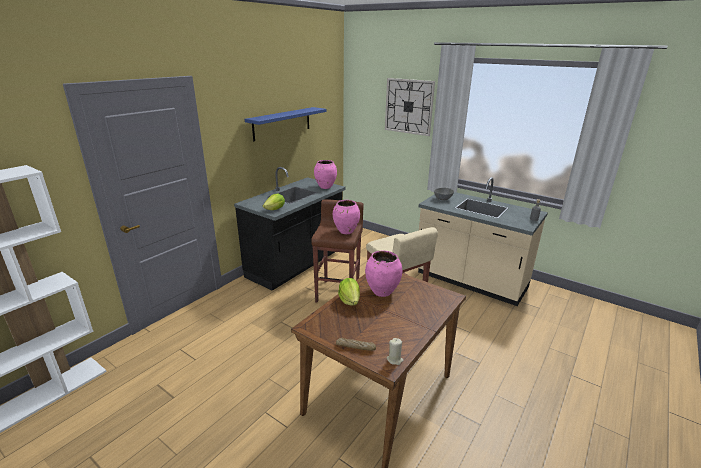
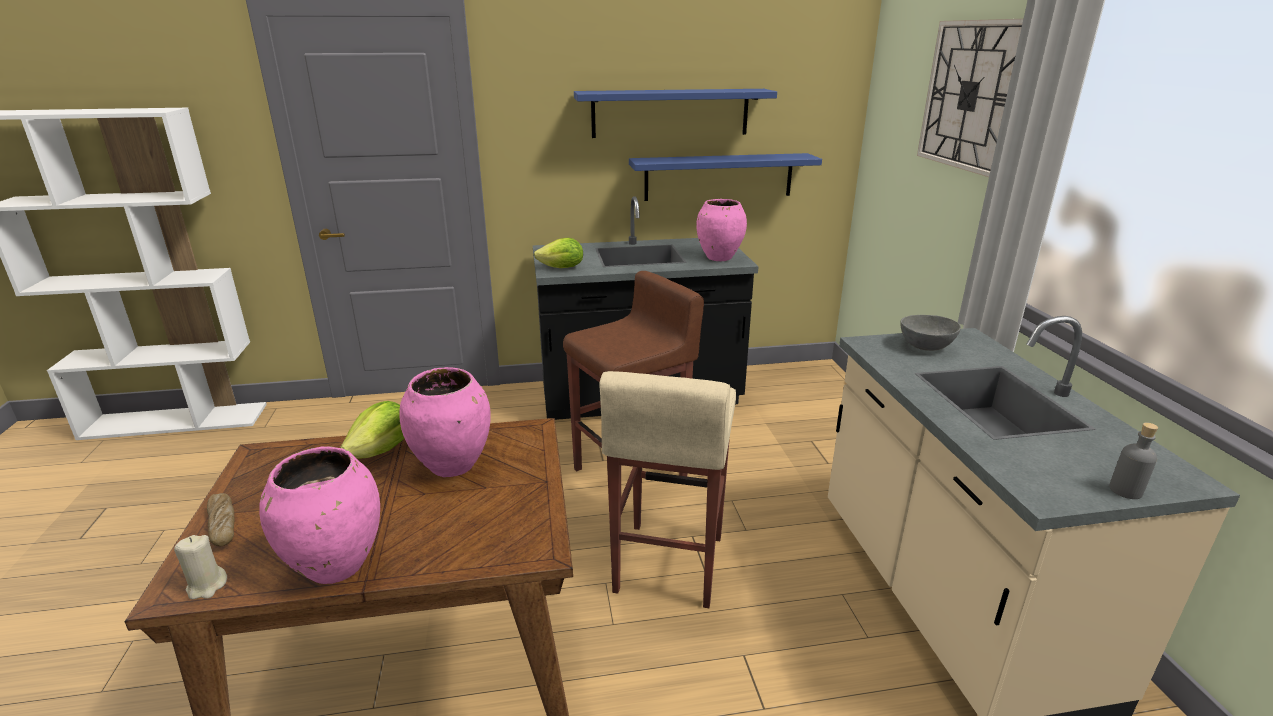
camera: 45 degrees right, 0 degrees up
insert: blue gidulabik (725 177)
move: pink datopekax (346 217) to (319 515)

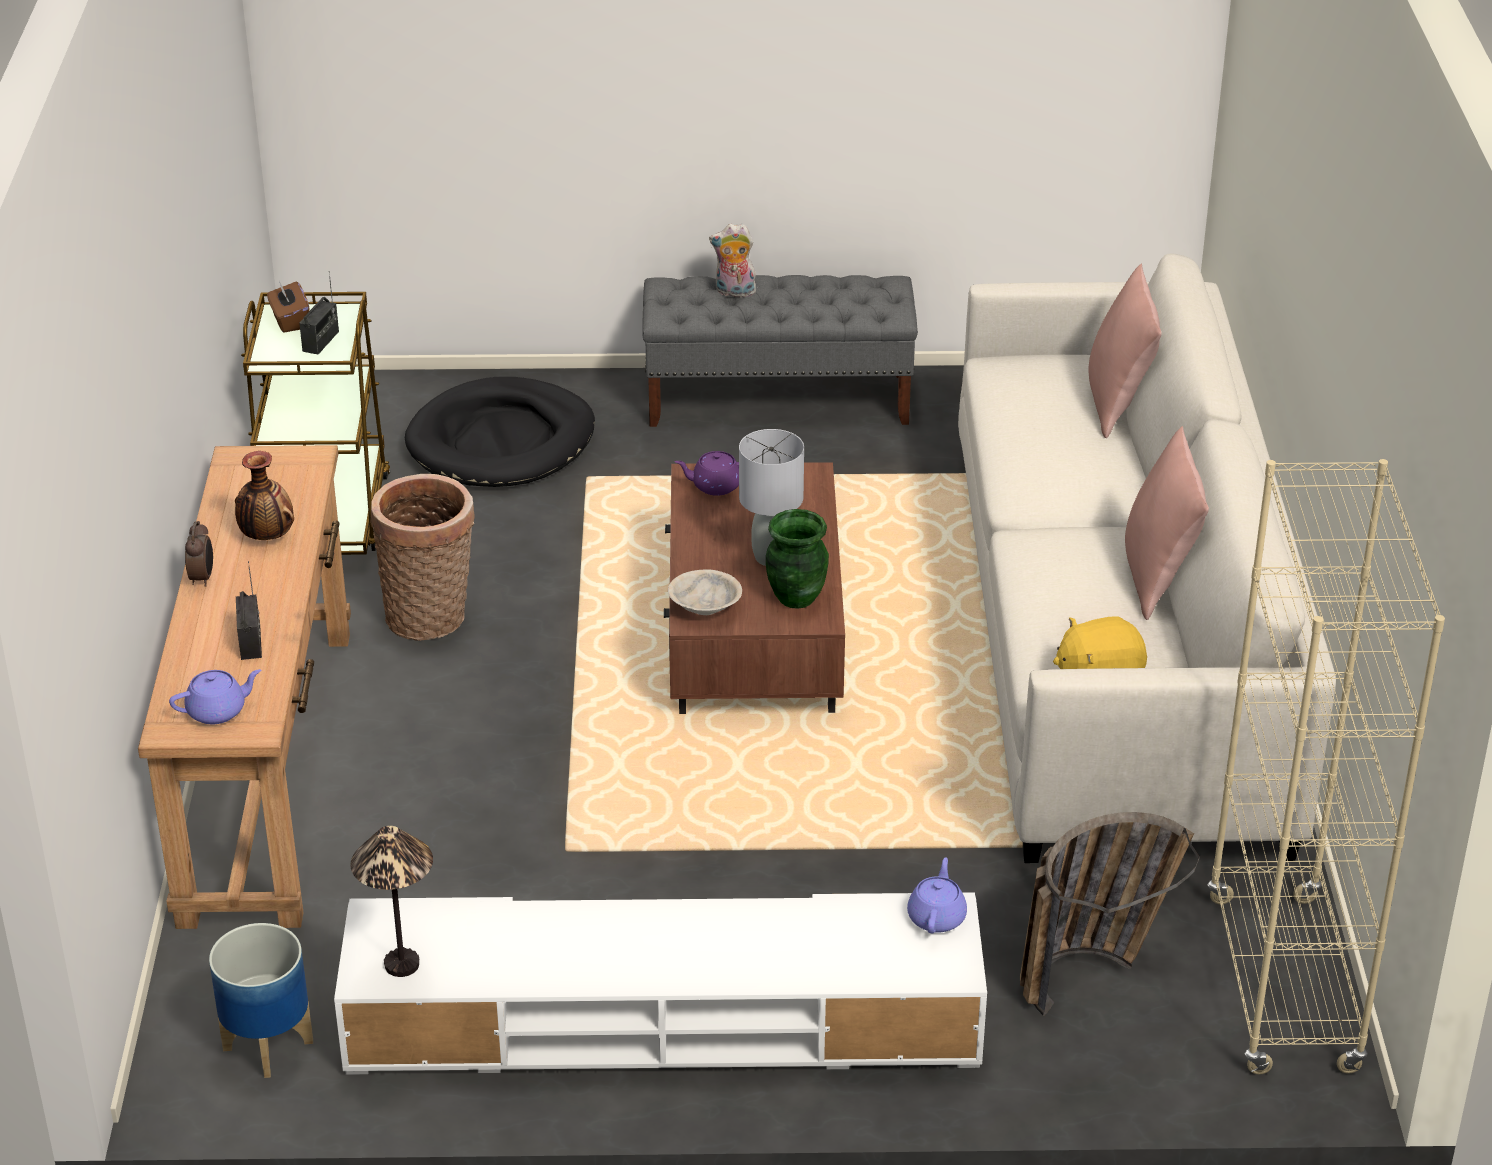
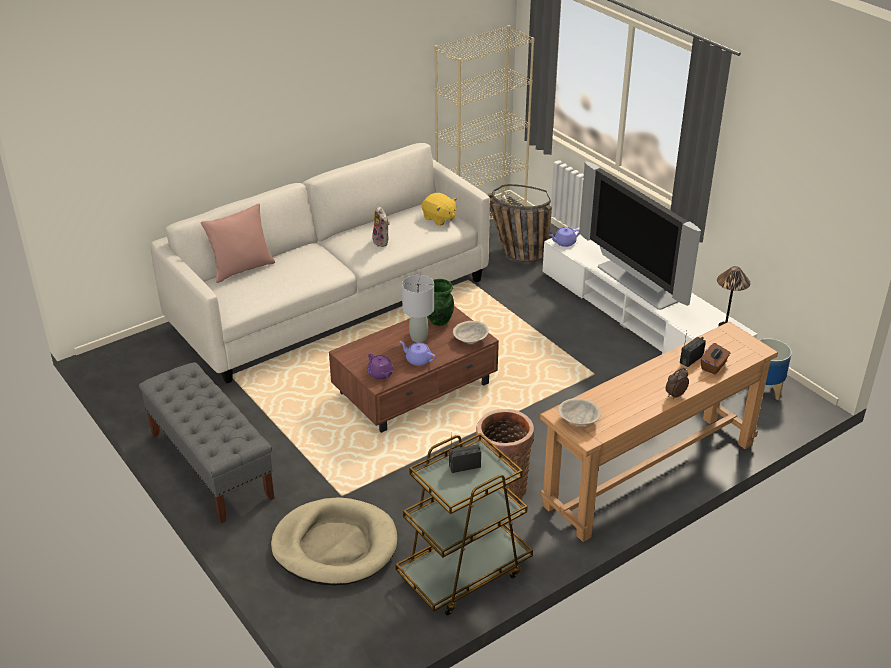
camera: 125 degrees left, 0 degrees up
delete: datopekax (264 495); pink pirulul (1167 523)
insert: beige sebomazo (579 412); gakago (640 235)
move: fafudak (733 260) to (381 226); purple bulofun (215 696) to (418 353); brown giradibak (288 306) to (715 358)
recolor: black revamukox (500 432) to beige revamukox (334 541)

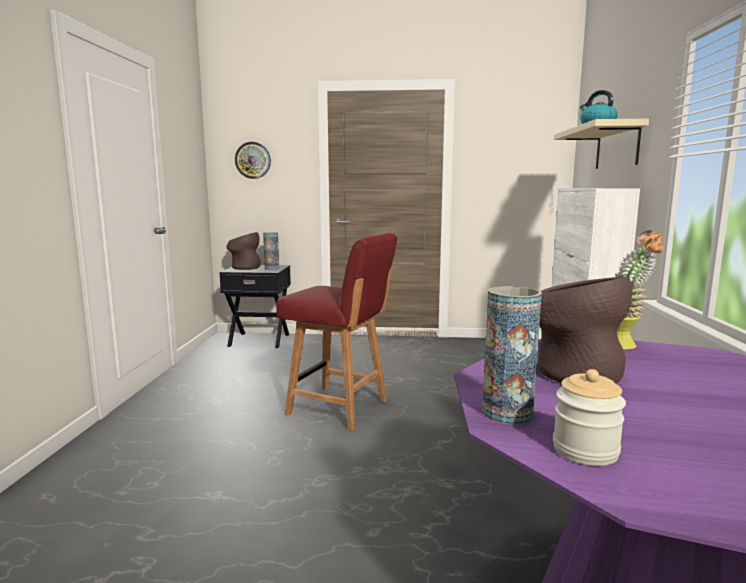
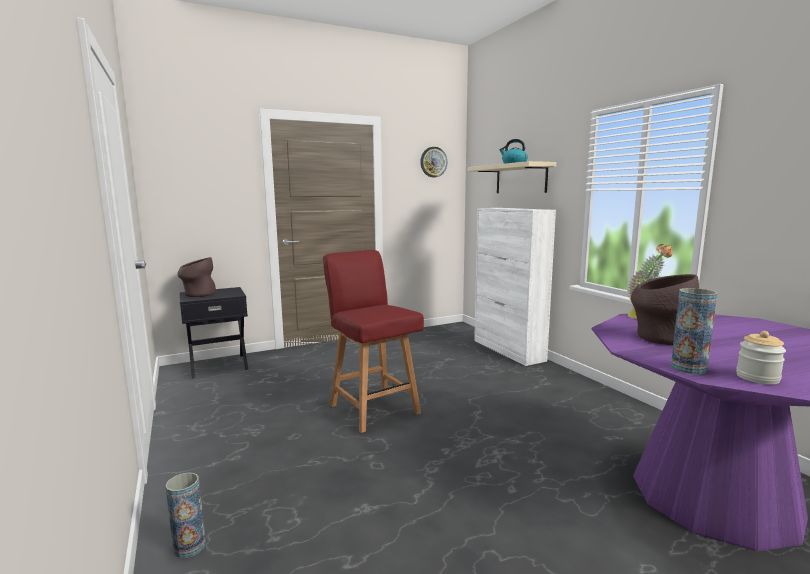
camera: 30 degrees left, 0 degrees up
move: datopekax (271 251) to (186 515); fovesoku (253 160) to (433 162)
rotate: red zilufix (336 332) = (373 341) 120 degrees counterclockwise

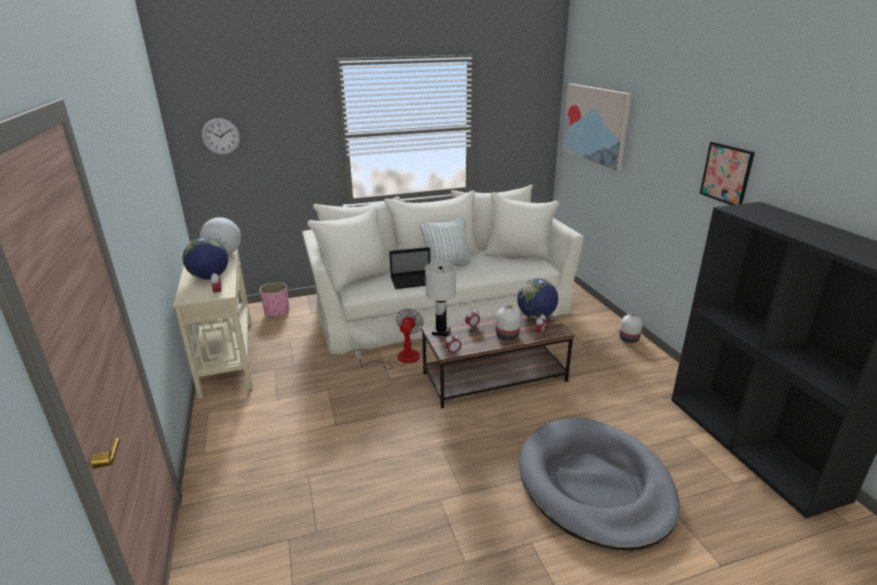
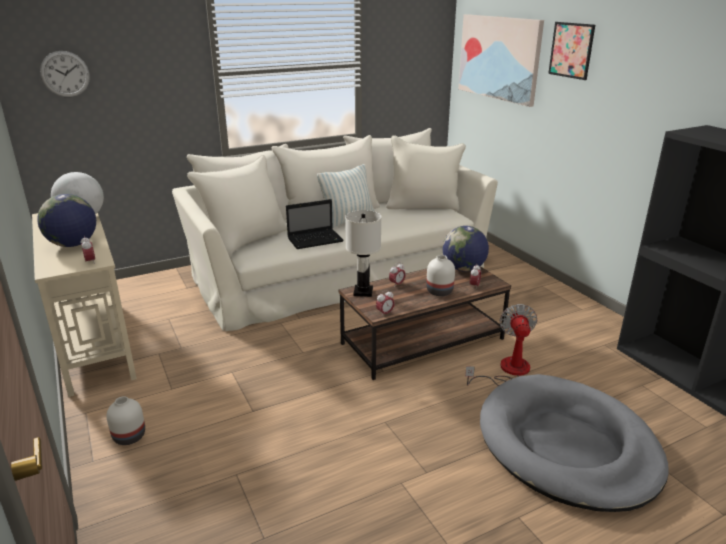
camera: 10 degrees left, 0 degrees up
delete: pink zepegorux (274 300)
move: white datopekax (631 328) to (125 420); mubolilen (389 338) to (501 345); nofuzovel (727 173) to (571 51)

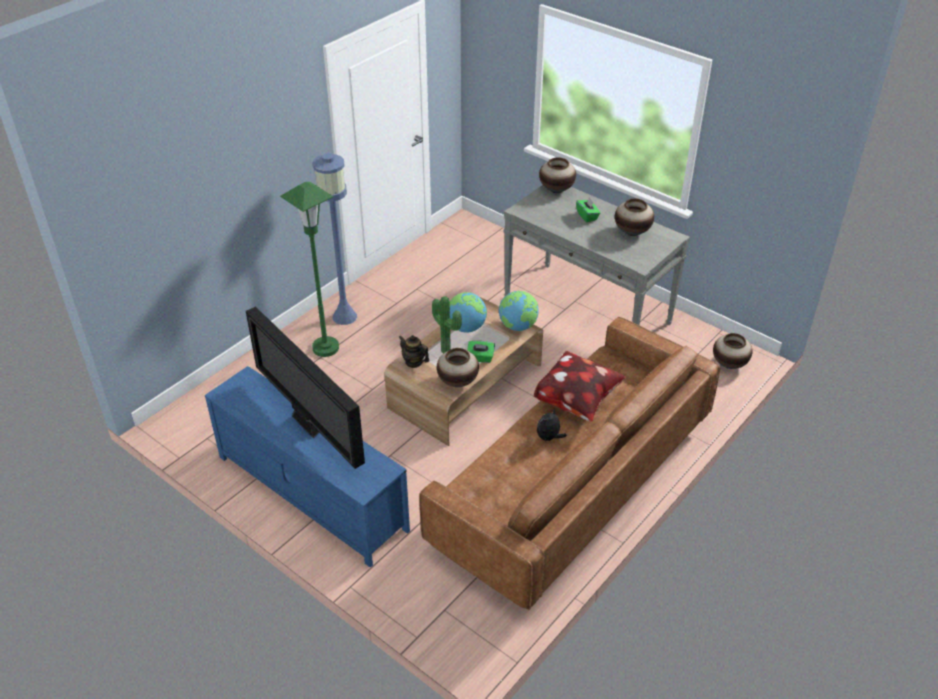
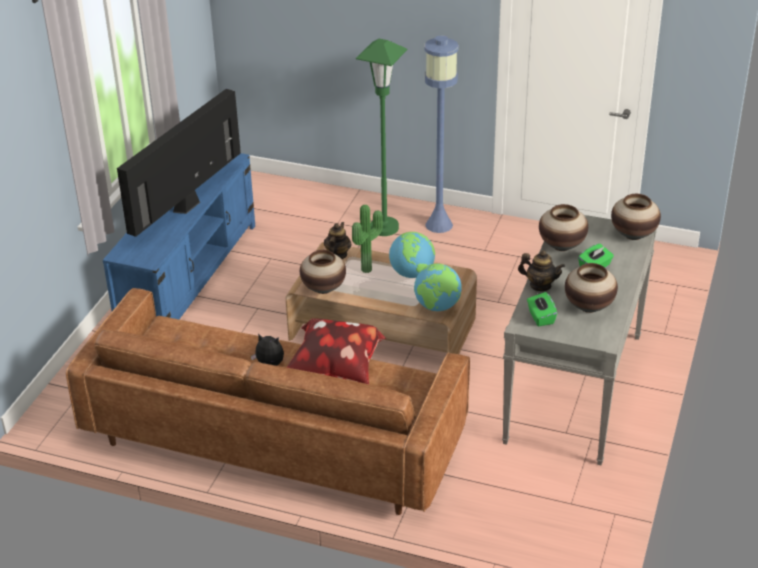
camera: 70 degrees right, 5 degrees down
insert: bulofun (541 270)
move: green giradibak (481 352) to (542 309); datopekax (732 351) to (563 227)

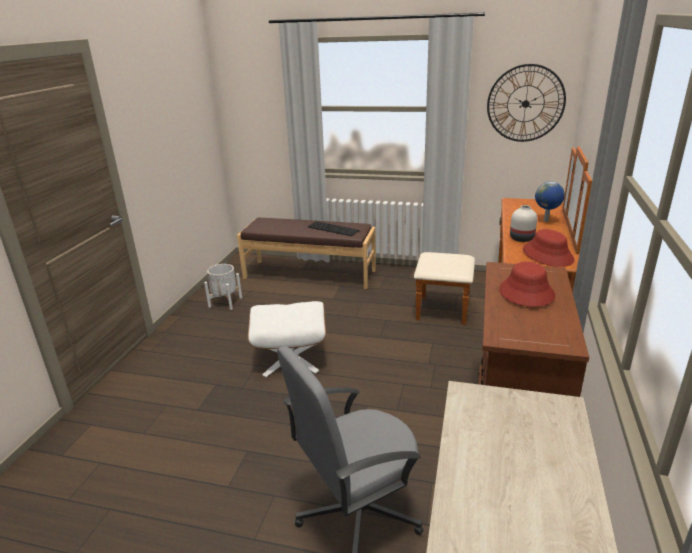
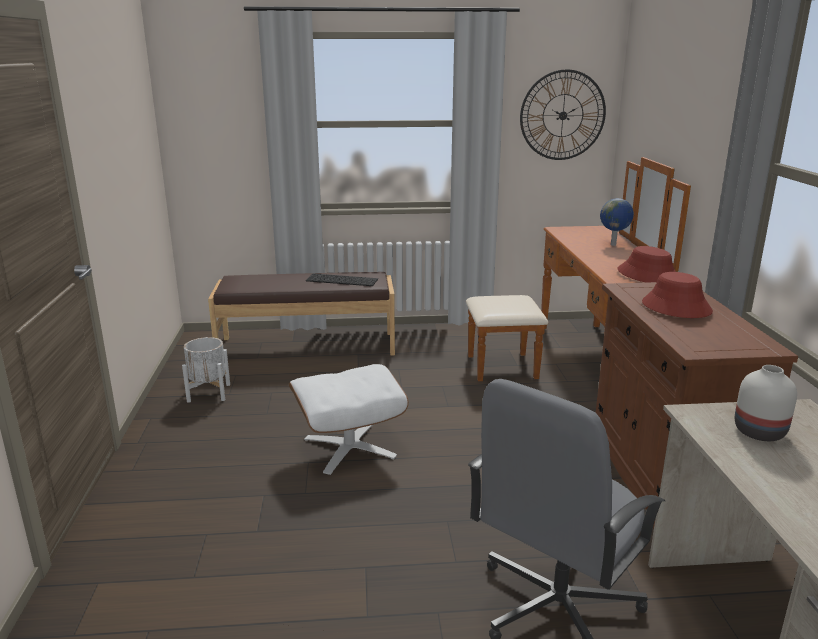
camera: 20 degrees left, 5 degrees down
move: white datopekax (523 223) to (766 403)

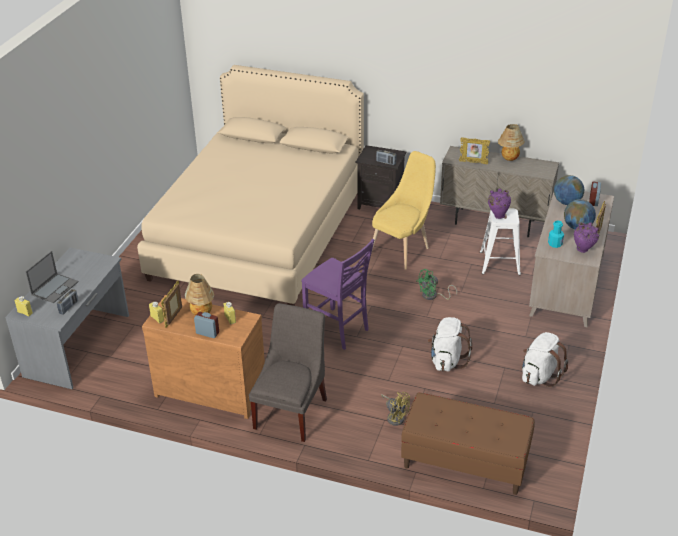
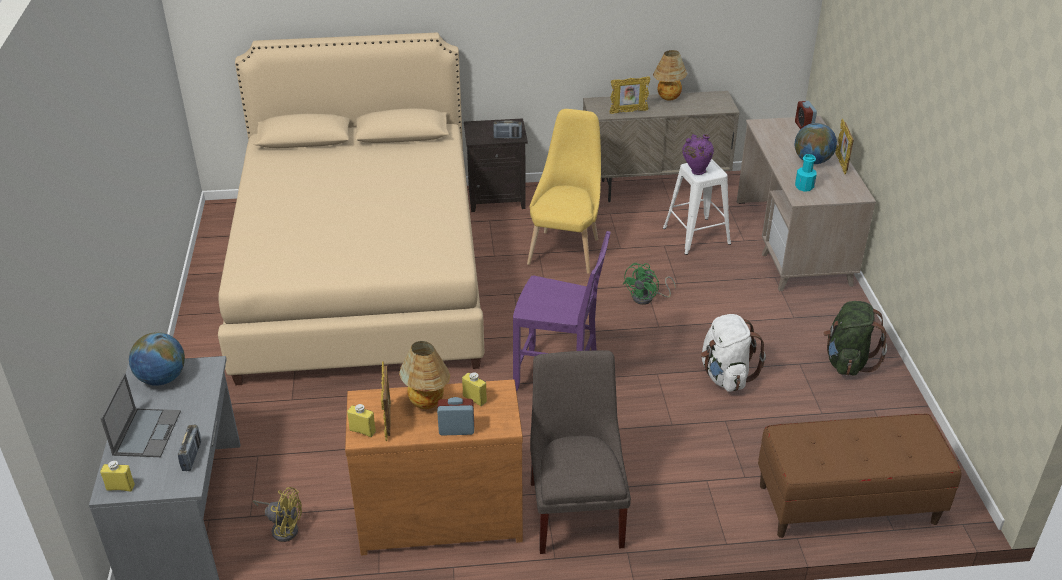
camera: 25 degrees left, 0 degrees up
delete: purple datopekax (586 237)
move: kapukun (569 190) to (157 359); yellow mubolilen (395 409) to (277 514)
recolor: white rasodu (545 359) to green rasodu (855 338)

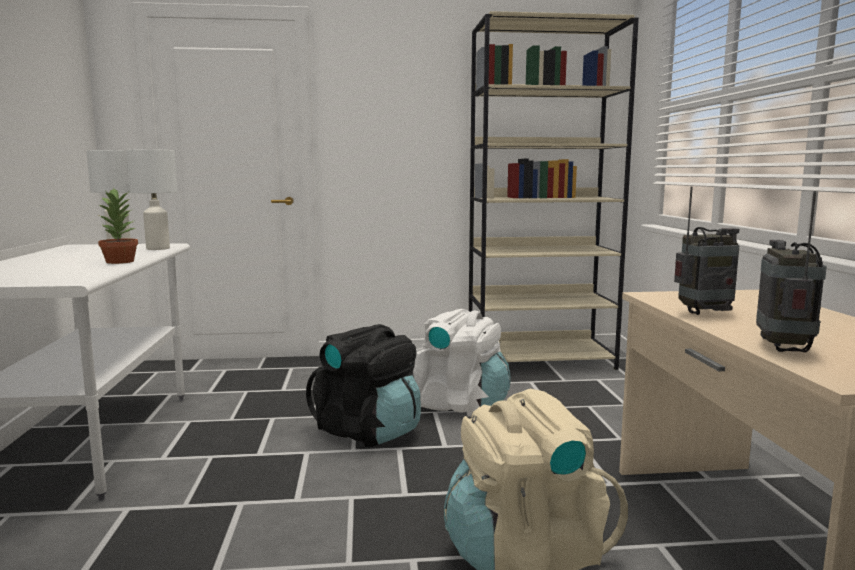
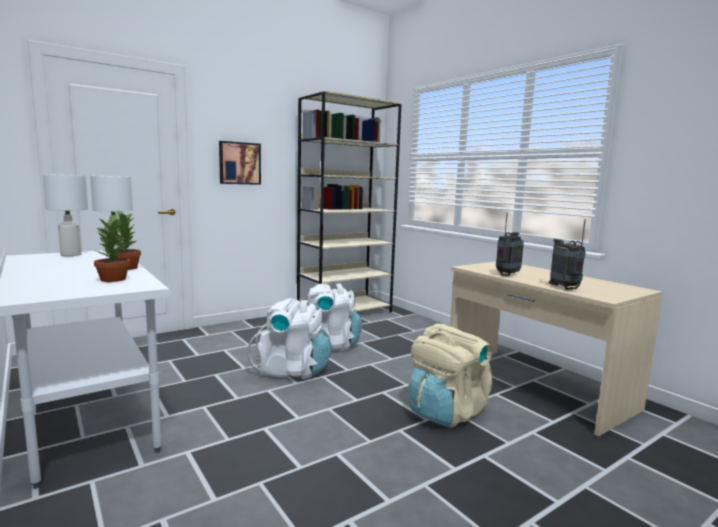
camera: 30 degrees left, 0 degrees up
insert: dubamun (112 248); nofuzovel (240 163)
recolor: black rasodu (363 385) to white rasodu (289 338)

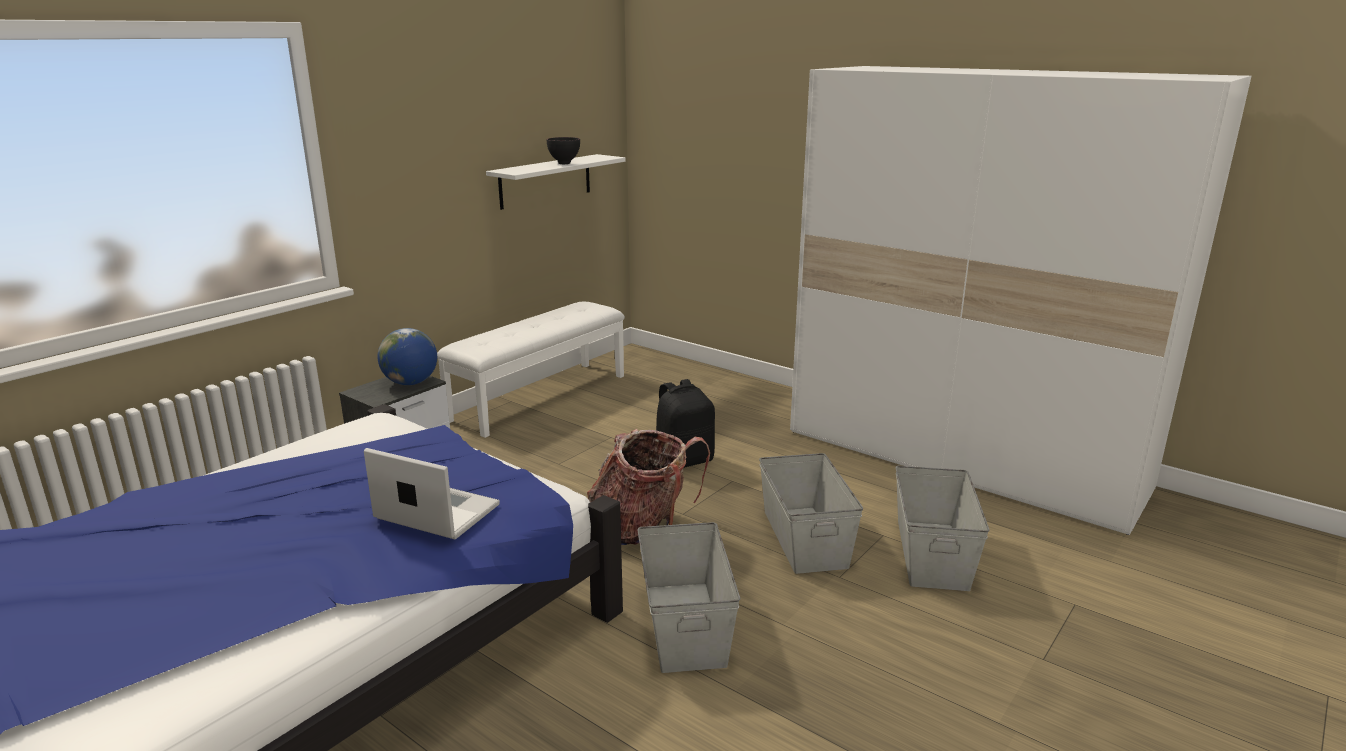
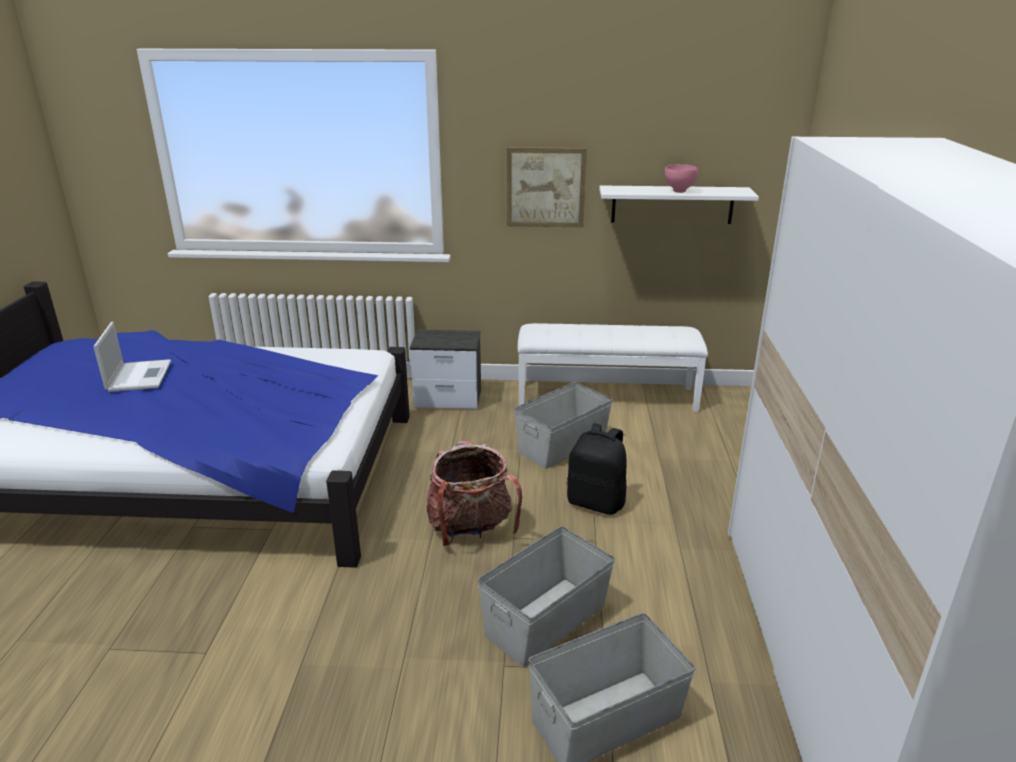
camera: 55 degrees right, 5 degrees up
delete: kapukun (407 356)
insert: nofuzovel (547 187)
move: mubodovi (432 494) to (132 357); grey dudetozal (688 597) to (563 425)
recolor: black sebomazo (563 150) to pink sebomazo (682 178)

